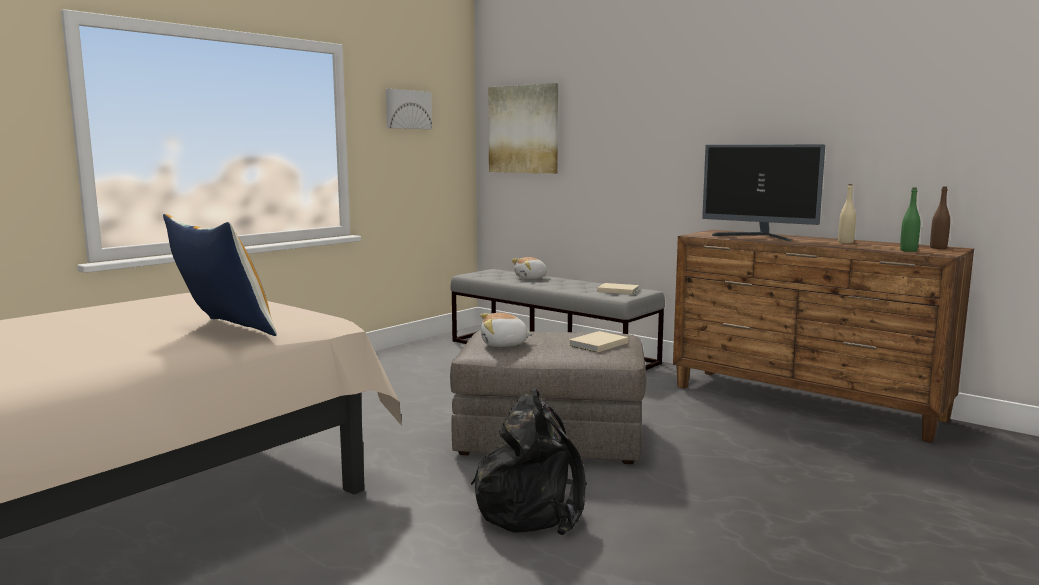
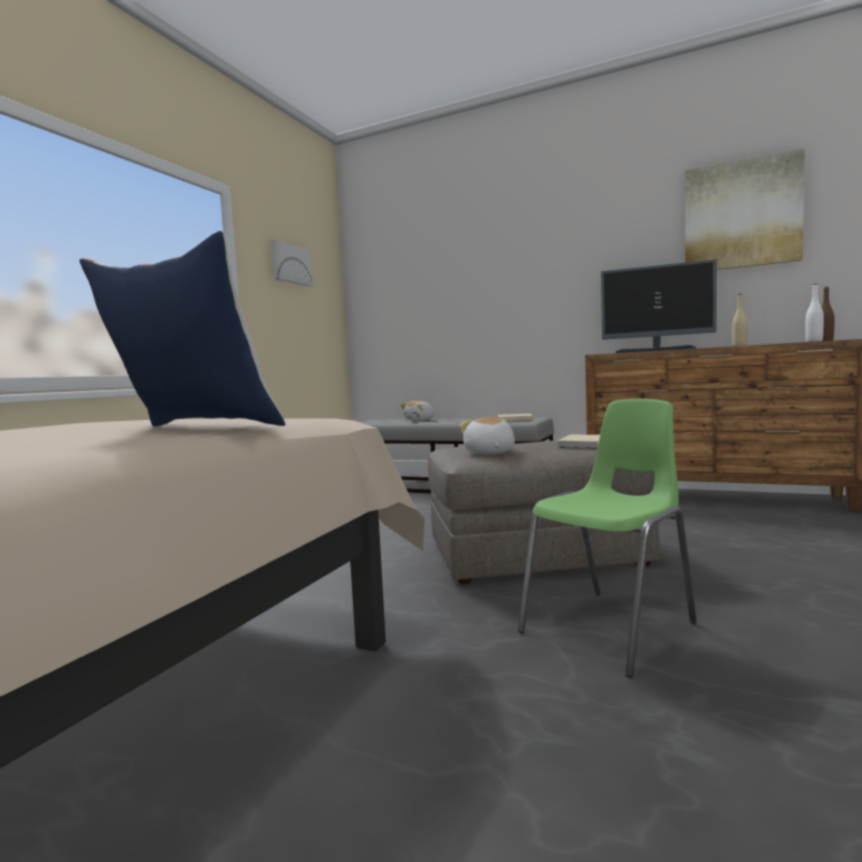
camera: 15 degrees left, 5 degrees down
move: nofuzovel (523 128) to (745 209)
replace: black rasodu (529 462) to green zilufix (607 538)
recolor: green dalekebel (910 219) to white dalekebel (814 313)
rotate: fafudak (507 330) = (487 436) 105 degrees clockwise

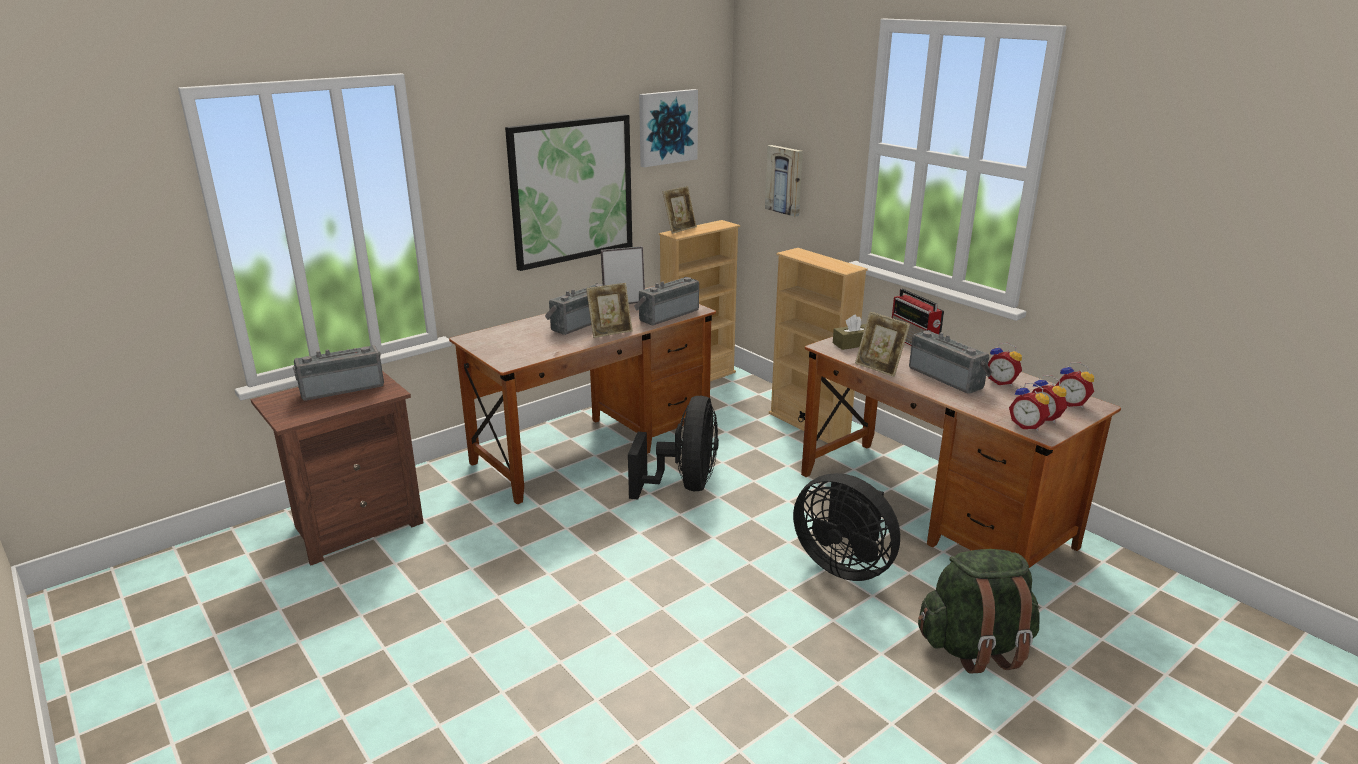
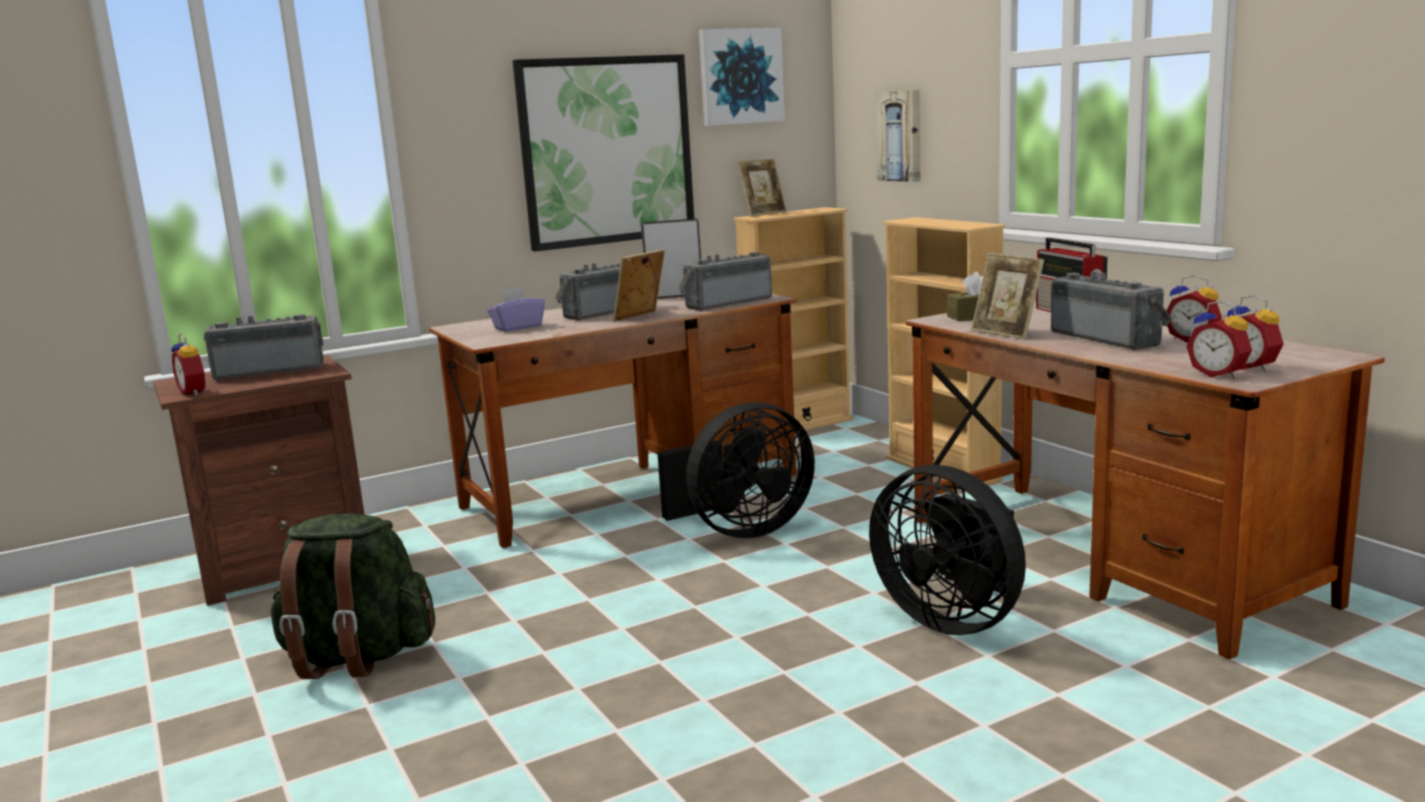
camera: 10 degrees right, 10 degrees down
insert: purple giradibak (516 309)
move: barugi (1074 385) to (190 364); green rasodu (979 611) to (352 596)
rotate: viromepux (609 310) = (639 285) 150 degrees clockwise; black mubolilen (673 447) = (736 470) 45 degrees clockwise

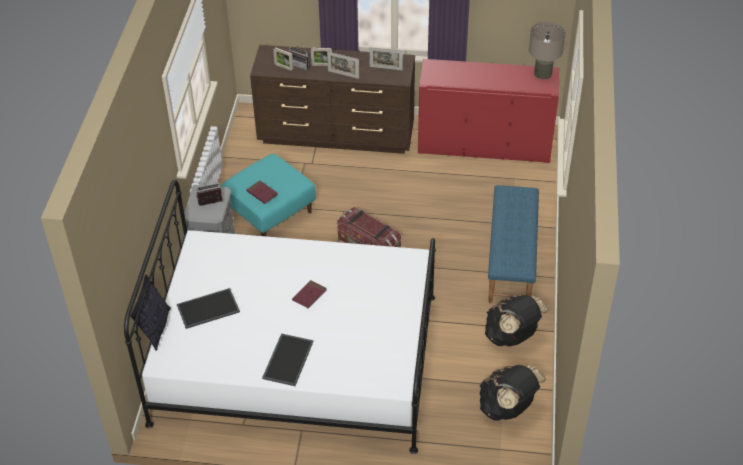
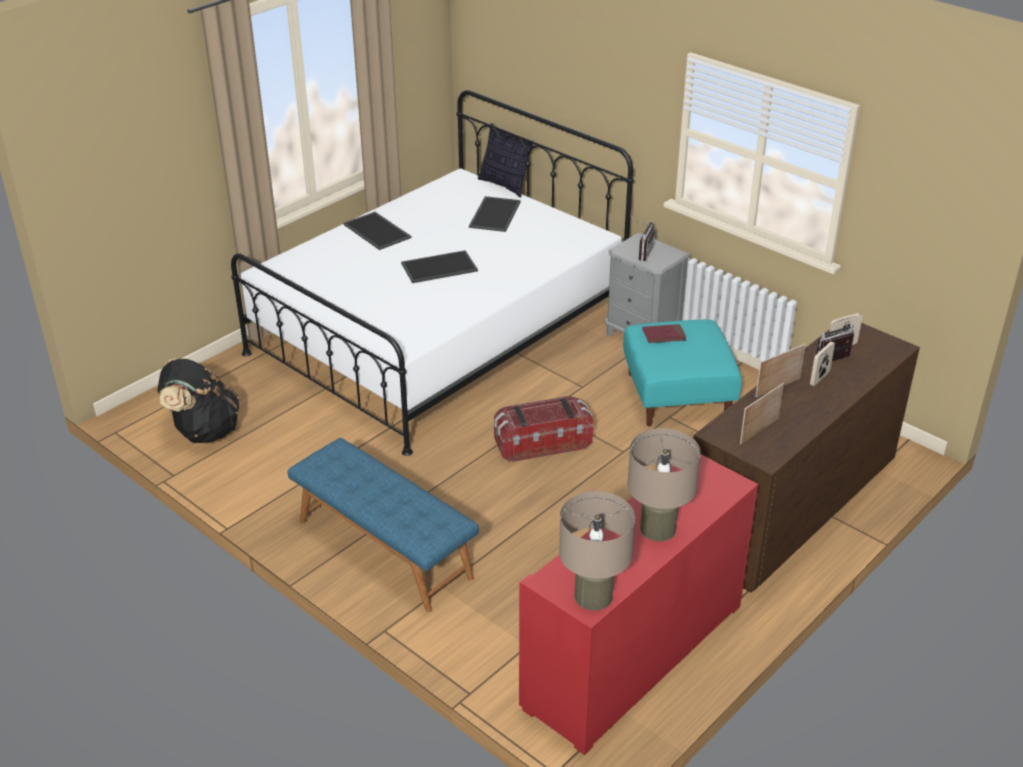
camera: 125 degrees right, 10 degrees down
delete: black rasodu (517 320)
insert: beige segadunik (664 484)
replace: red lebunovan (309 294) to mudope (439 266)

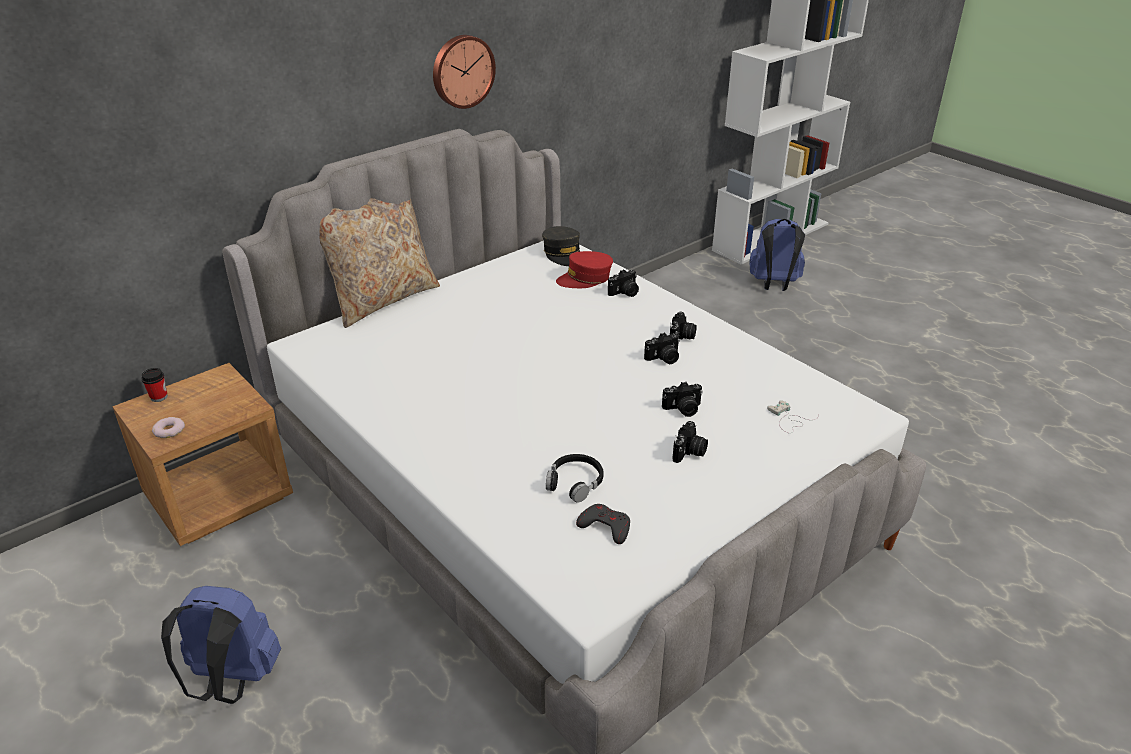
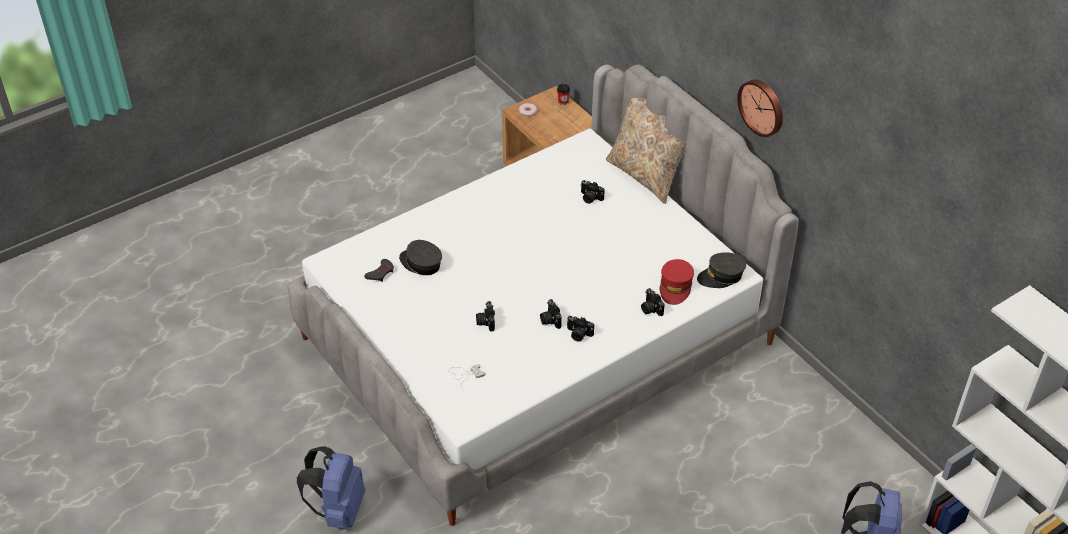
camera: 95 degrees right, 10 degrees up
move: blue rasodu (221 645) to (331 487); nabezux (690 442) to (592 192)
replace: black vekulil (575 478) to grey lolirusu (420 257)
rotate: red lolirusu (584 269) = (677 282) 150 degrees counterclockwise

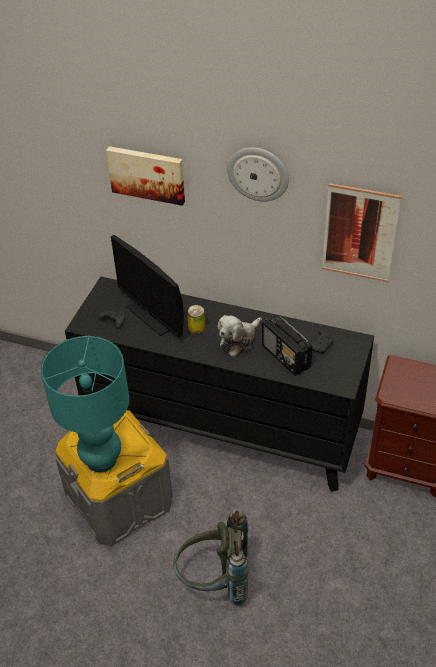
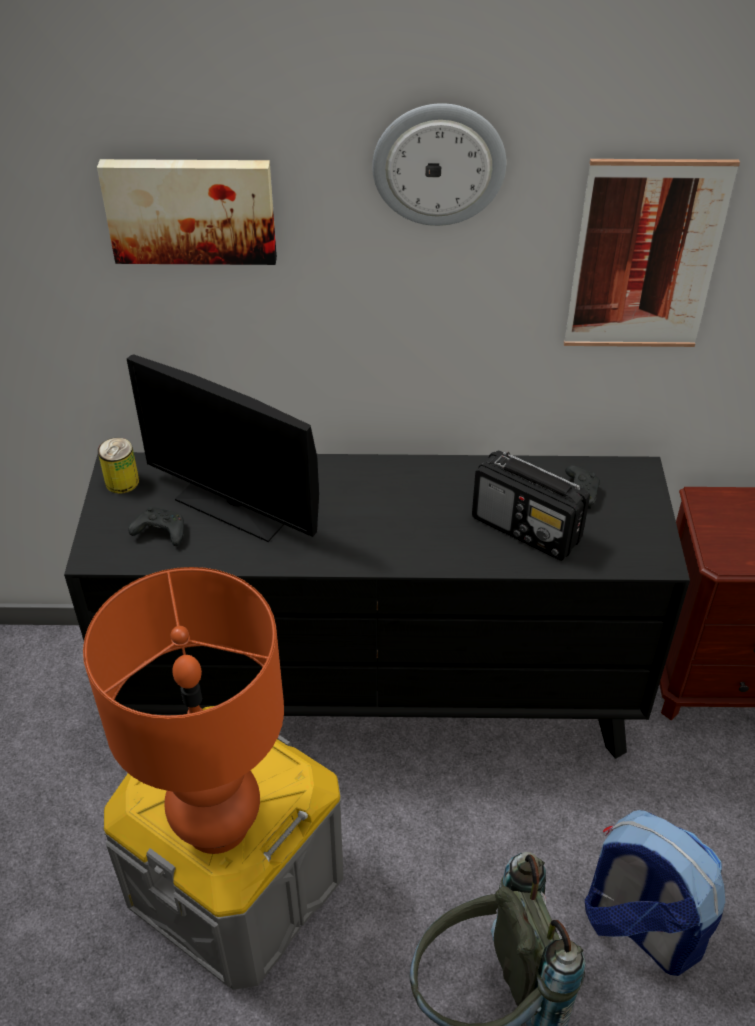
camera: 20 degrees left, 0 degrees up
delete: fafudak (239 336)
insert: rasodu (655 893)
move: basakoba (196 319) to (118 466)
recolor: turquoise segadunik (85 404) to orange segadunik (183 710)

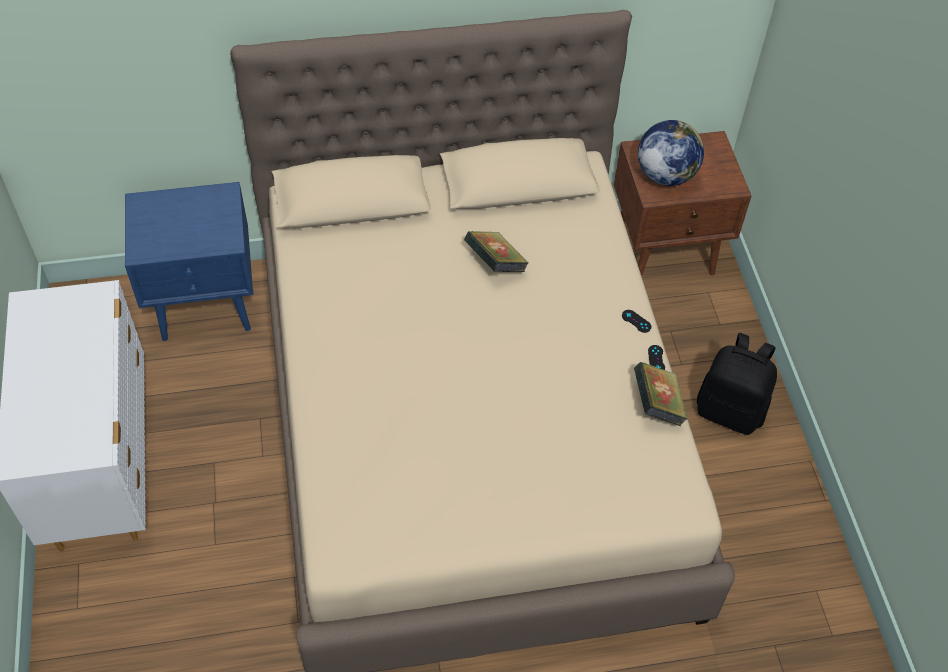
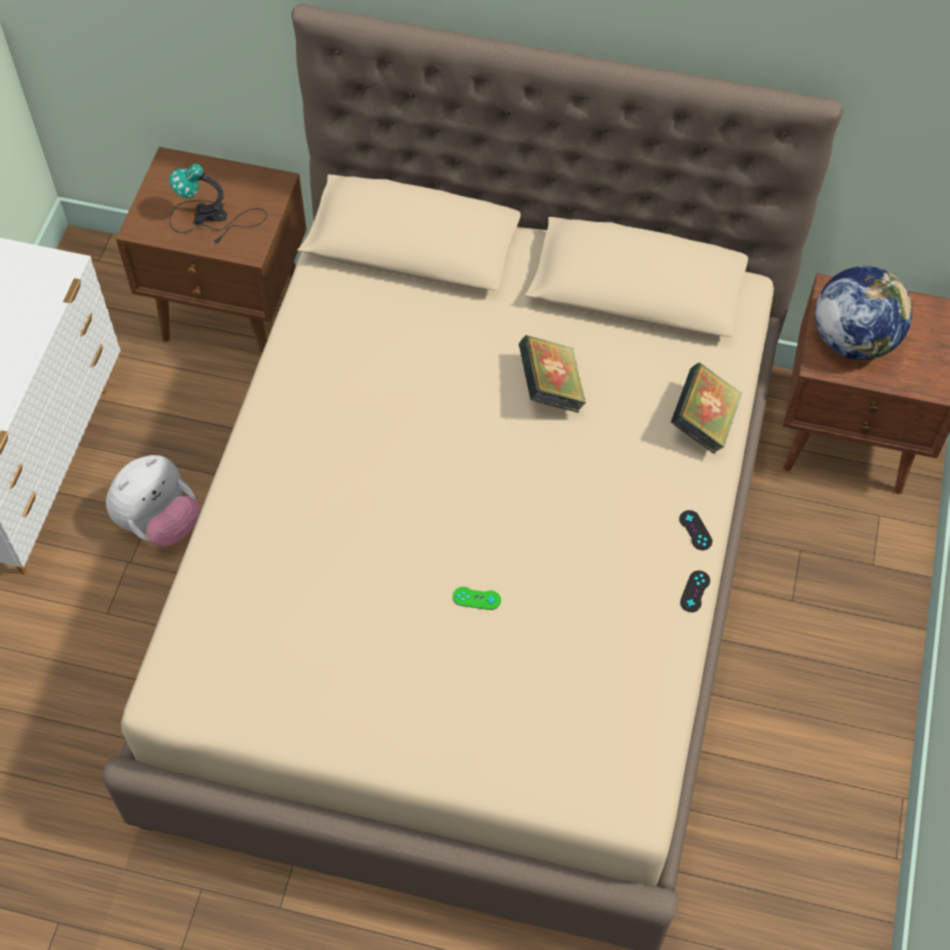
camera: 25 degrees right, 5 degrees up
delete: black rasodu (737 384)
insert: fafudak (153 500); segadunik (218 204); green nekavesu (477 598)
move: lebunovan (660 394) to (706 408)
recolor: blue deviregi (189 261) to brown deviregi (211 251)

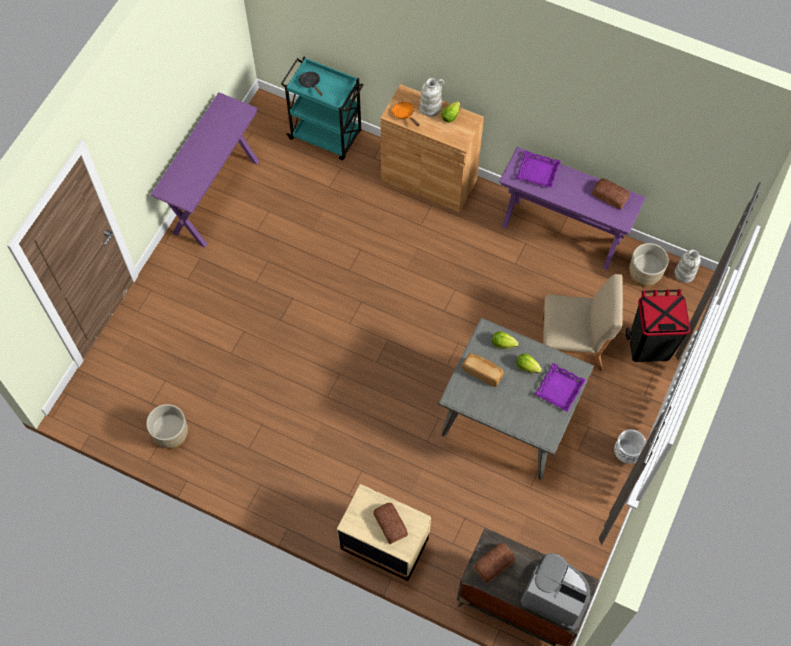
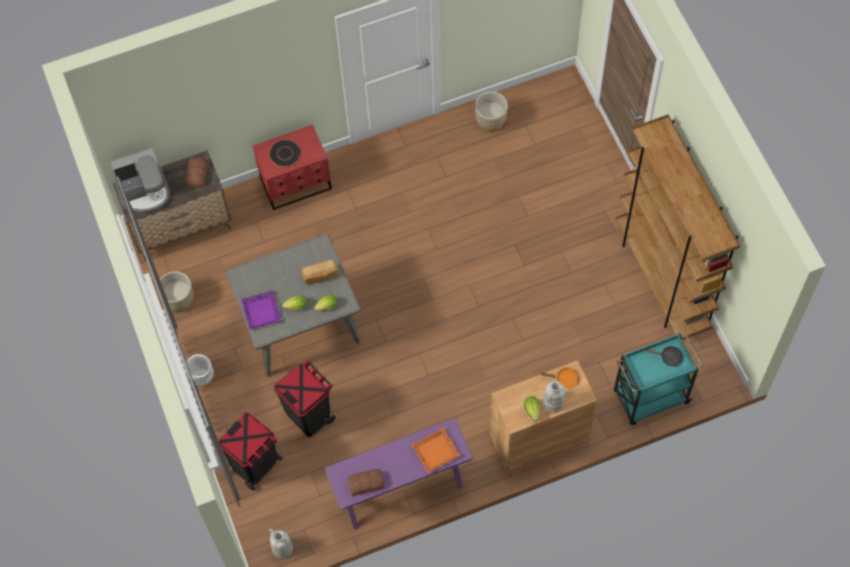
camera: 135 degrees right, 0 degrees up
move: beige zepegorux (649 265) to (175 291)
replace: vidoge (390 523) to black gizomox (285 153); beige zilufix (582 322) to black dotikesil (304 398); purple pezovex (204 169) to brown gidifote (678 227)
recolor: beige deviregi (384 532) to red deviregi (292 167); purple mudope (538 169) to orange mudope (436 450)

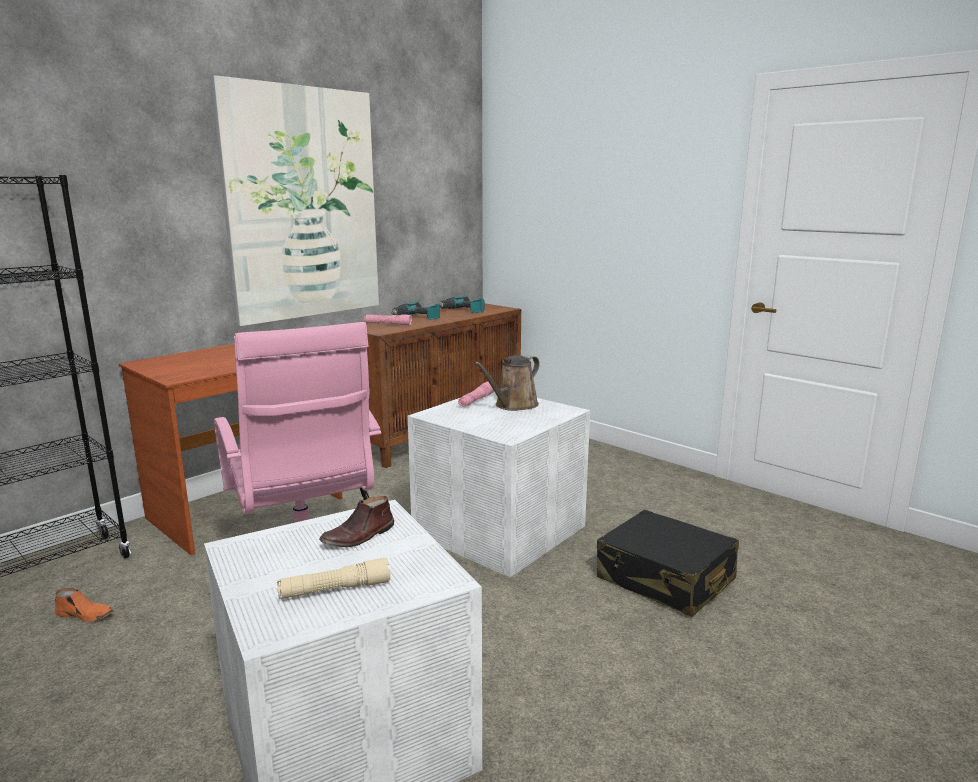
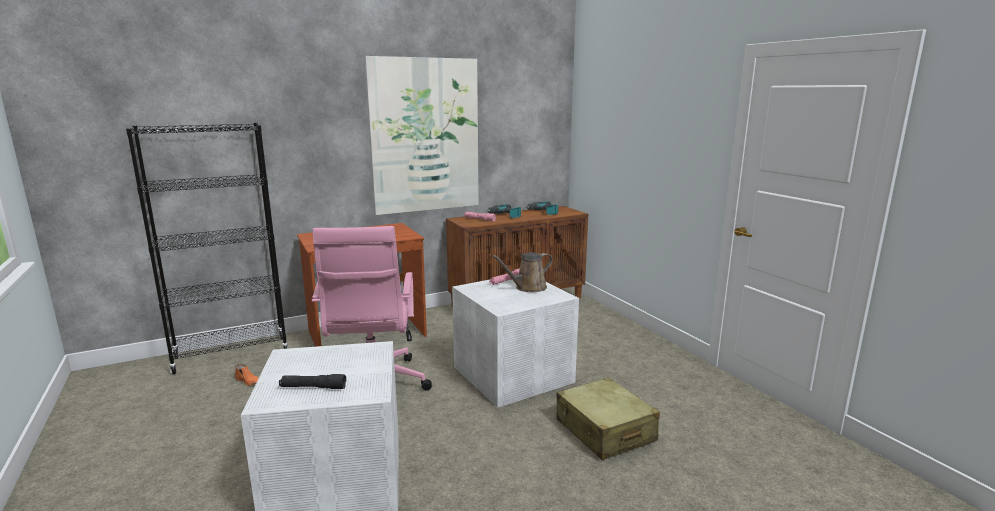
camera: 20 degrees right, 0 degrees up
delete: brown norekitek (356 521)
recolor: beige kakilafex (333 578) to black kakilafex (312 381); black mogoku (668 563) to beige mogoku (608 418)

